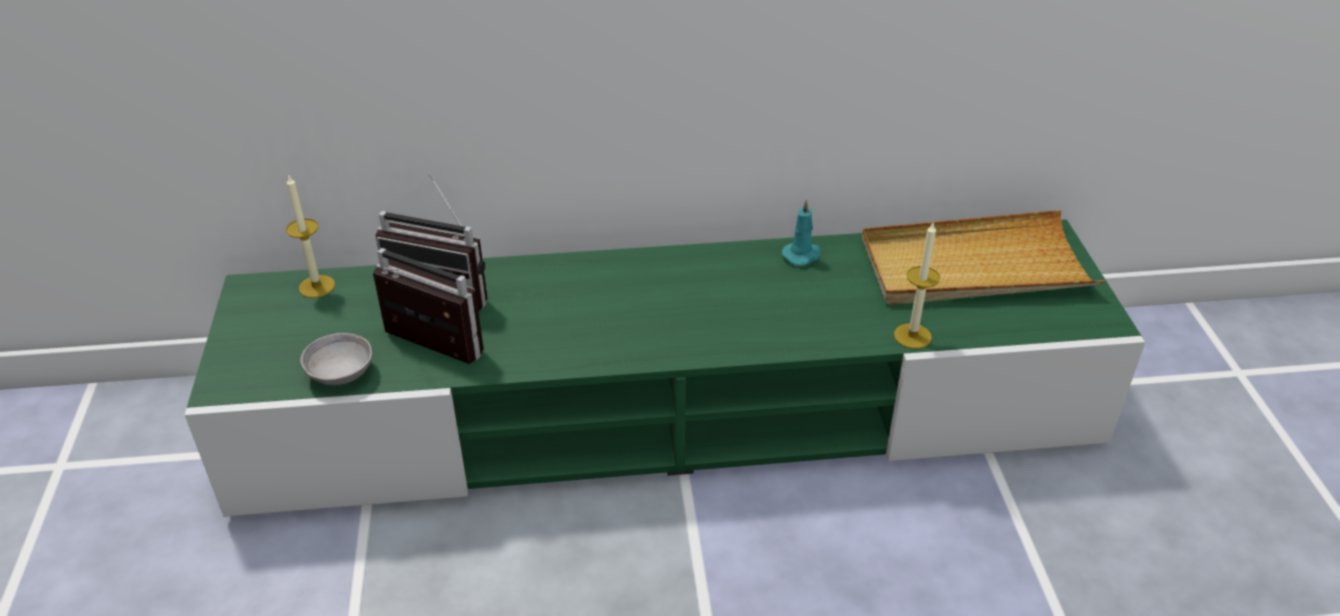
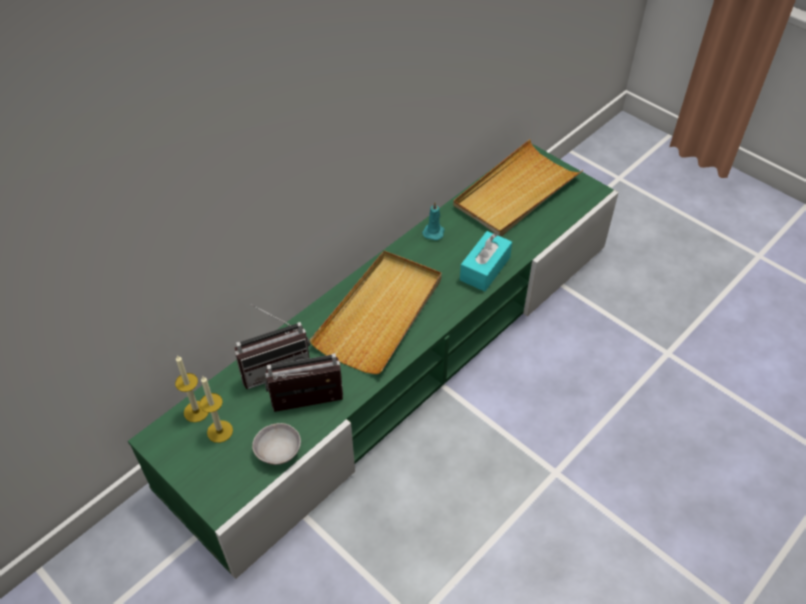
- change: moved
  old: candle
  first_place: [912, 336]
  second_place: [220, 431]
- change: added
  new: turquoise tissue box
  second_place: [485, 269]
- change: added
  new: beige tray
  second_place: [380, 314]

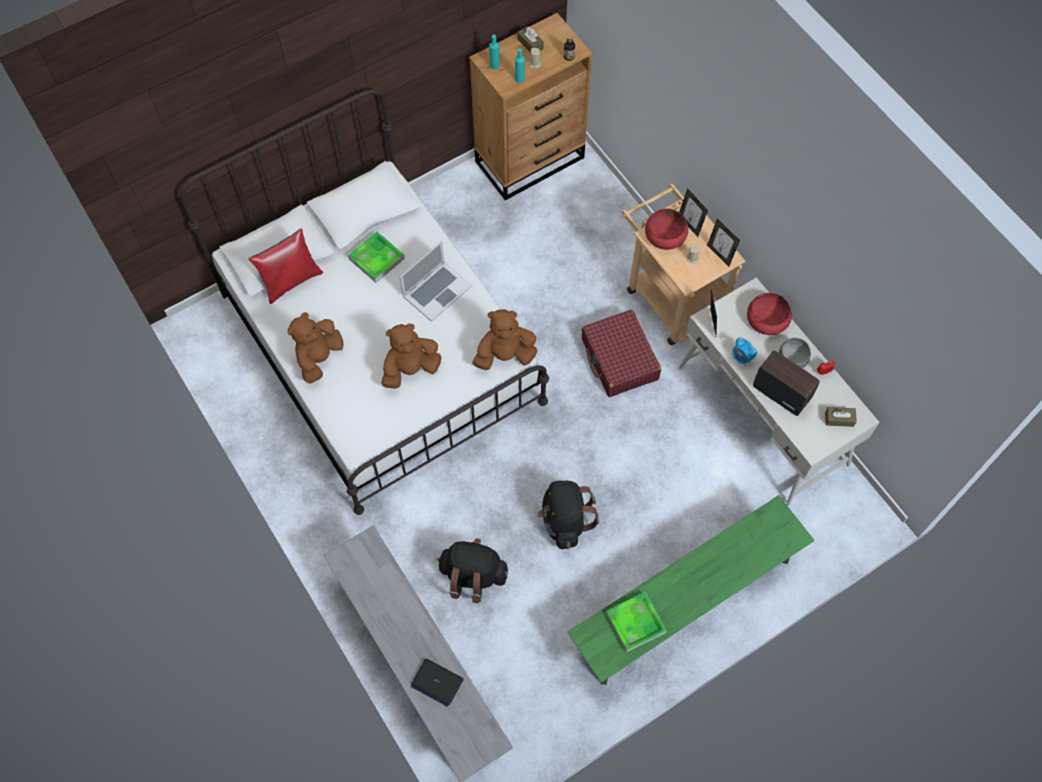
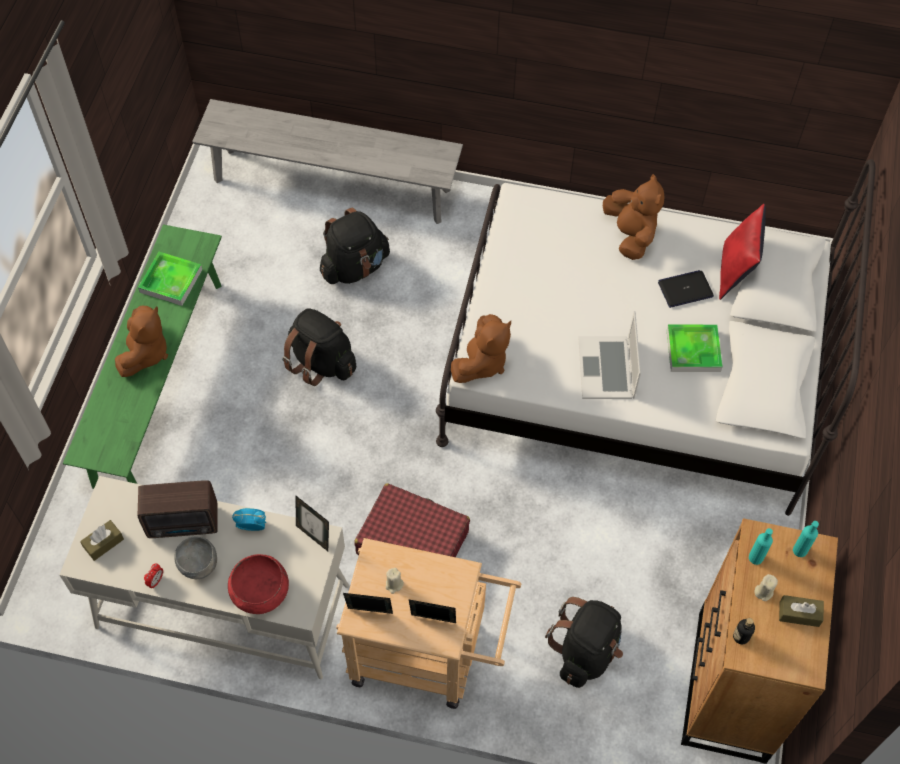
- change: removed
  old: red bowl
  first_place: [665, 235]
- change: moved
  old: brown plush toy
  first_place: [410, 369]
  second_place: [145, 353]
- change: moved
  old: laptop
  first_place: [437, 682]
  second_place: [685, 289]
- change: added
  new: black backpack
  second_place: [585, 651]

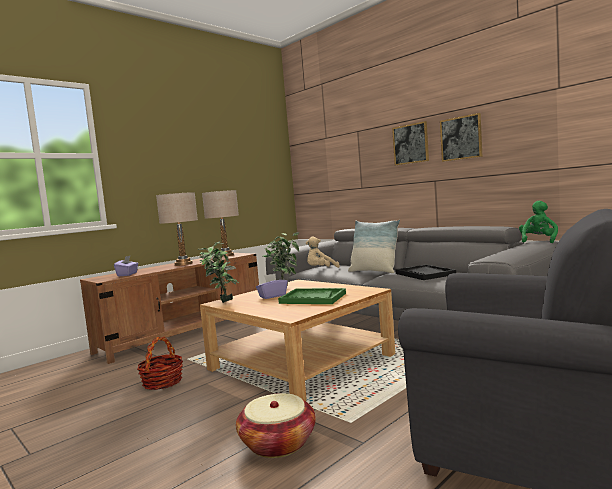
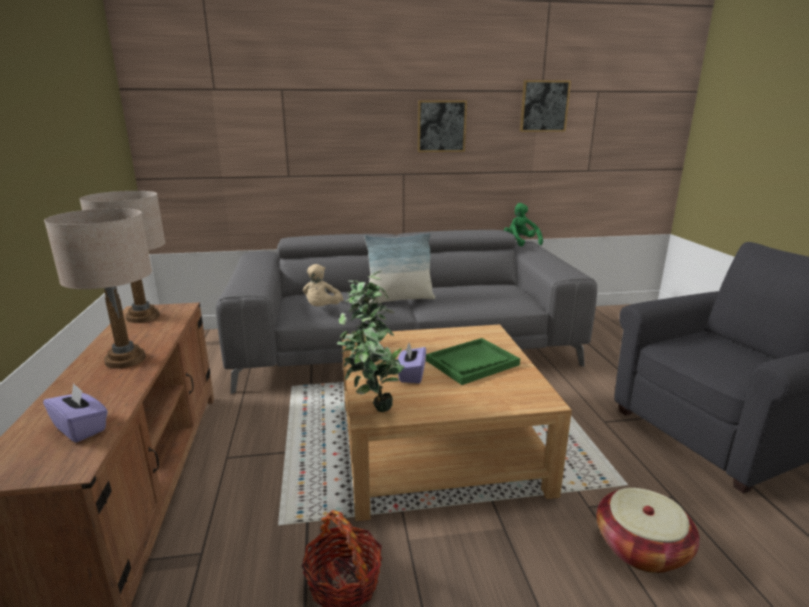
- change: moved
  old: picture
  first_place: [410, 144]
  second_place: [544, 106]
- change: removed
  old: black tray
  first_place: [425, 274]

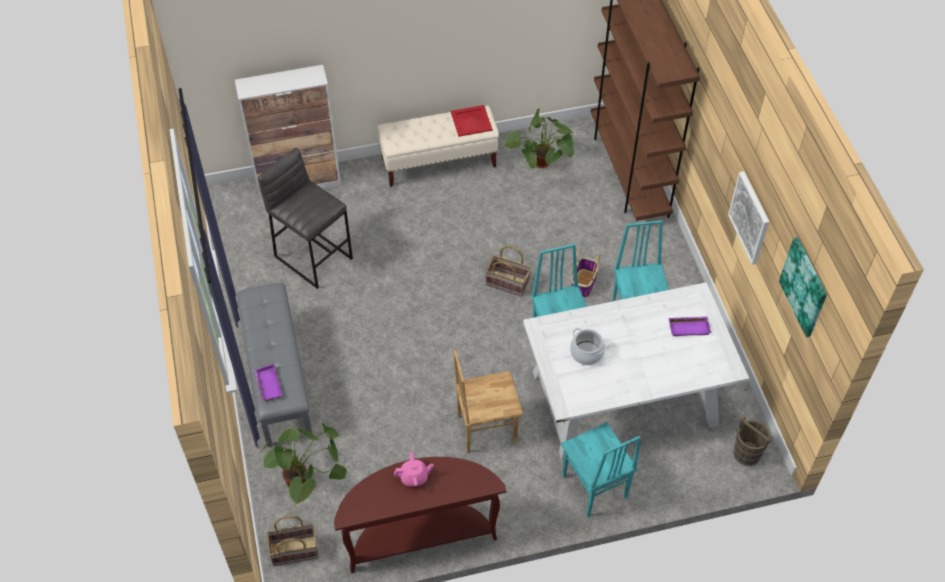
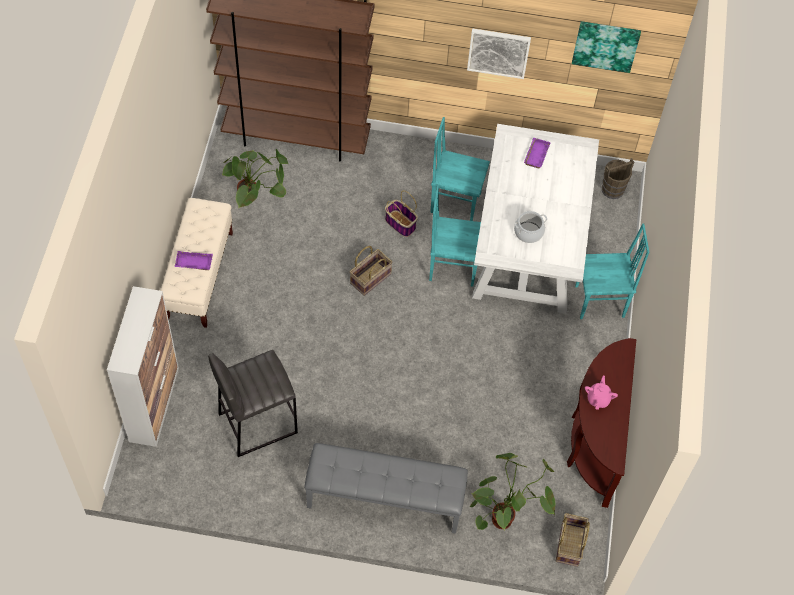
- change: removed
  old: red tray
  first_place: [471, 121]
- change: removed
  old: brown chair
  first_place: [486, 428]
- change: moved
  old: purple tray
  first_place: [267, 385]
  second_place: [193, 263]

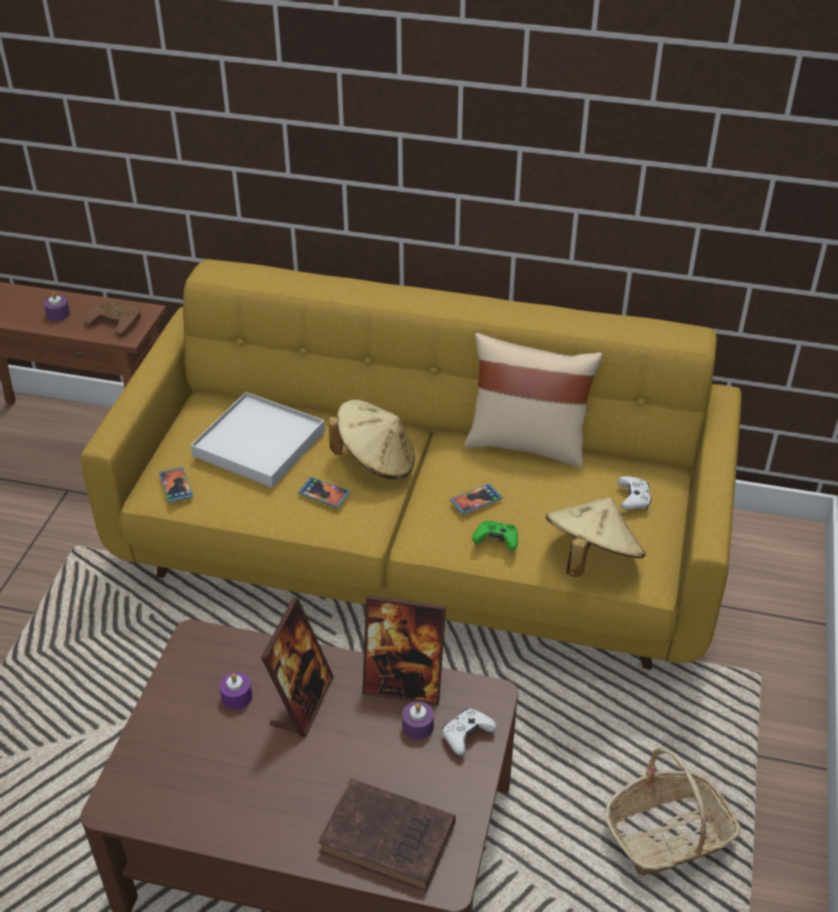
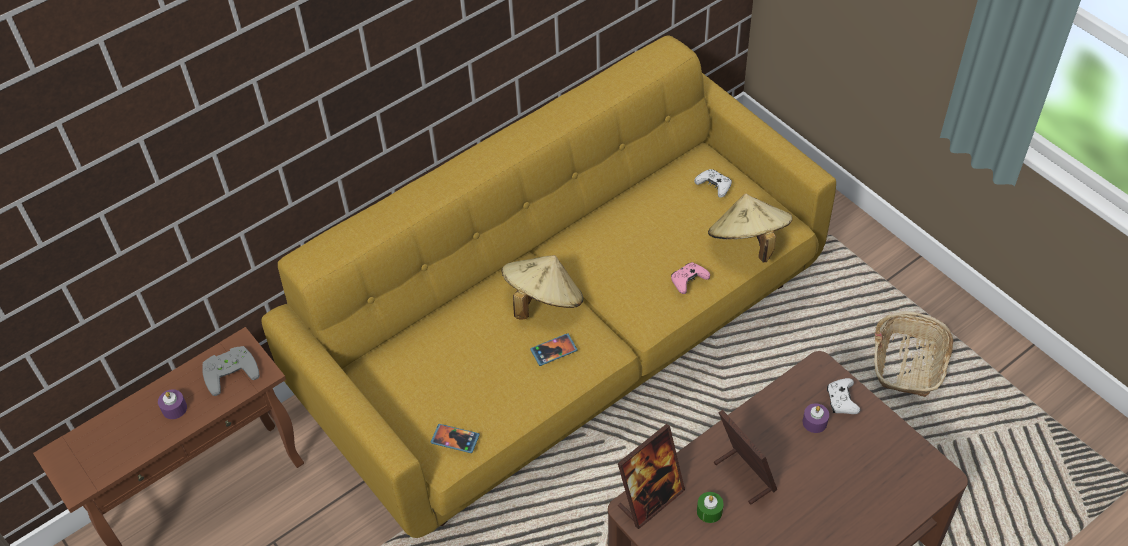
- change: recoloured
  old: brown game controller
  new: grey game controller
  first_place: [117, 320]
  second_place: [230, 370]
- change: removed
  old: beige pillow
  first_place: [527, 444]
- change: removed
  old: white tray
  first_place: [259, 444]
- change: removed
  old: phone
  first_place: [476, 500]
- change: recoloured
  old: green game controller
  new: pink game controller
  first_place: [496, 540]
  second_place: [688, 281]
- change: moved
  old: picture frame
  first_place: [403, 685]
  second_place: [650, 499]
- change: recoloured
  old: purple candle
  new: green candle
  first_place: [237, 697]
  second_place: [709, 511]
- change: removed
  old: brown book
  first_place: [391, 839]

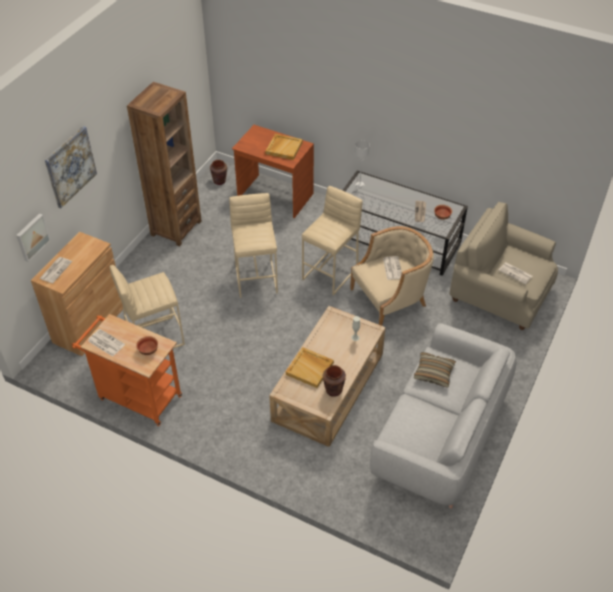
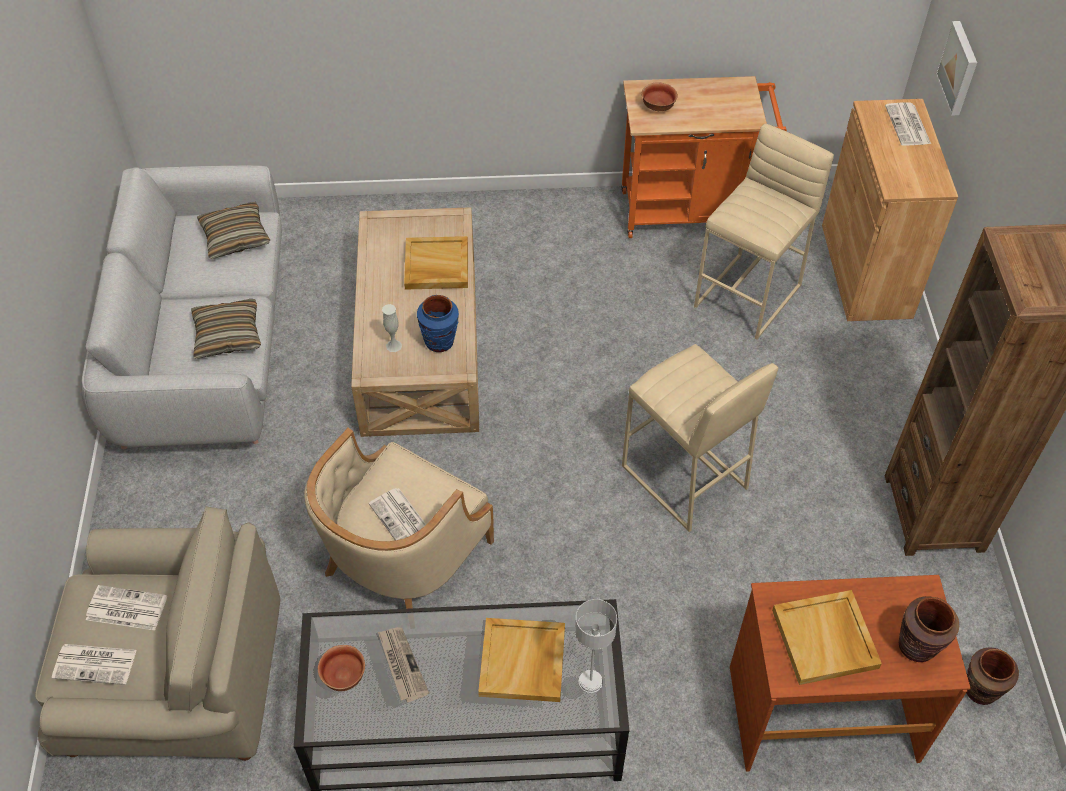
- change: removed
  old: picture
  first_place: [70, 166]
- change: removed
  old: beige stool
  first_place: [331, 273]
- change: moved
  old: newspaper
  first_place: [105, 343]
  second_place: [96, 664]
- change: moved
  old: brown vase
  first_place: [333, 390]
  second_place: [917, 646]
- change: added
  new: pillow
  second_place: [235, 237]
- change: added
  new: blue vase
  second_place: [440, 342]
- change: added
  new: beige tray
  second_place: [523, 662]

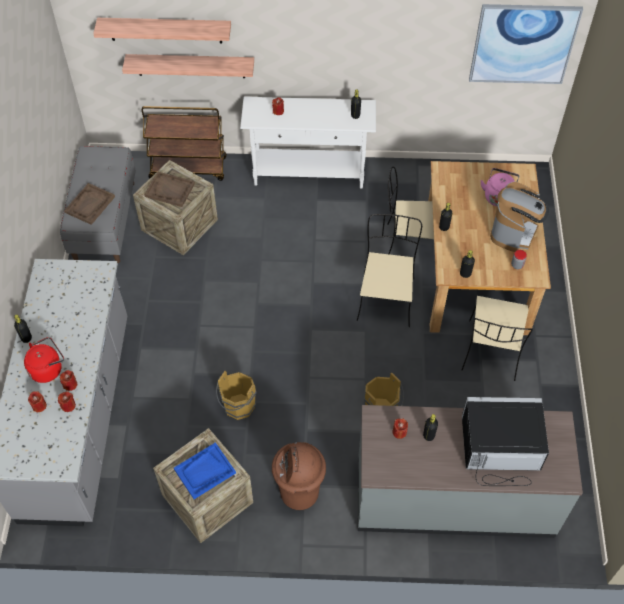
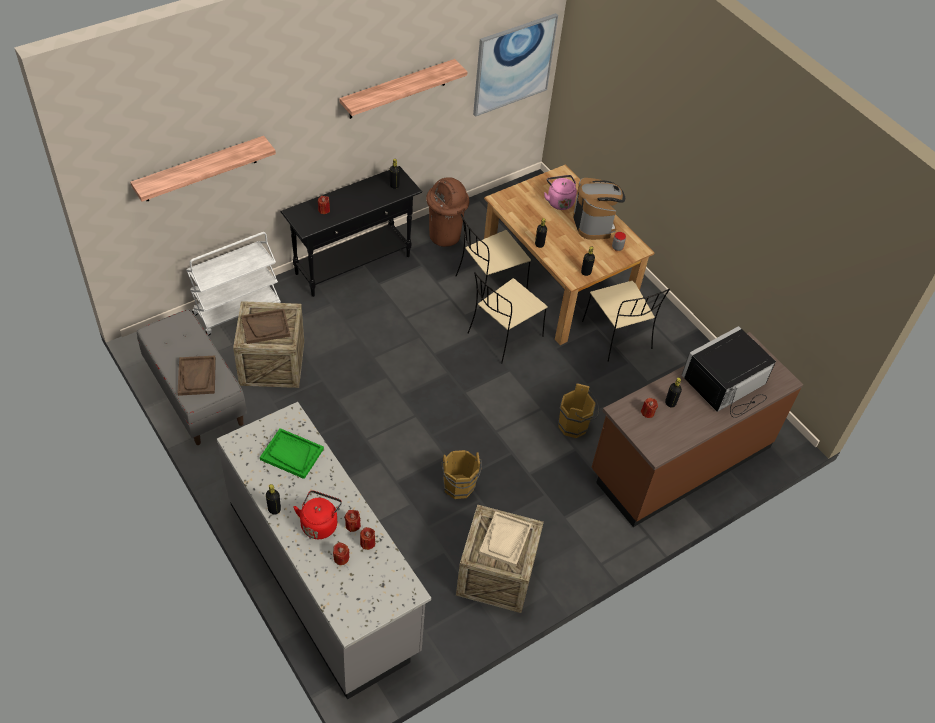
- change: moved
  old: shelf
  first_place: [191, 66]
  second_place: [398, 89]
- change: recoloured
  old: white console table
  new: black console table
  first_place: [309, 174]
  second_place: [353, 265]
- change: recoloured
  old: brown cart
  new: white cart
  first_place: [189, 168]
  second_place: [237, 309]
- change: turned
  old: beige chair
  first_place: [386, 298]
  second_place: [503, 336]
  degrees: -105
- change: recoloured
  old: grey counter
  new: brown counter
  first_place: [454, 496]
  second_place: [680, 459]
- change: recoloured
  old: blue tray
  new: beige tray
  first_place: [204, 471]
  second_place: [505, 540]
- change: moved
  old: brown trash can
  first_place: [299, 493]
  second_place: [445, 236]
- change: added
  new: green tray
  second_place: [291, 454]

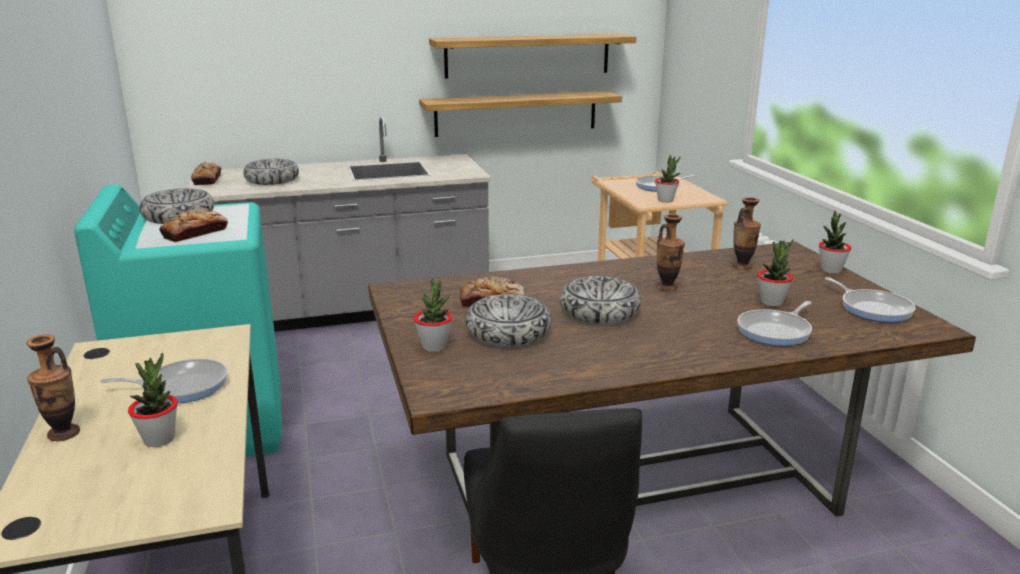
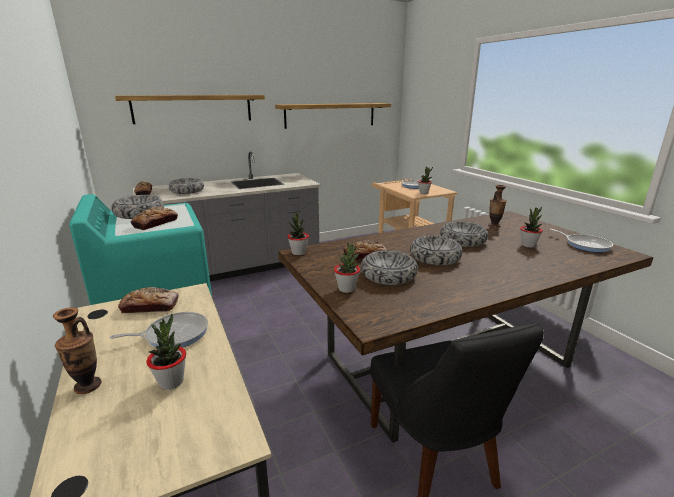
- change: moved
  old: shelf
  first_place: [516, 113]
  second_place: [193, 108]
- change: moved
  old: potted plant
  first_place: [830, 270]
  second_place: [298, 252]
- change: replaced
  old: vase
  new: bowl
  first_place: [667, 288]
  second_place: [462, 240]
- change: removed
  old: frying pan
  first_place: [776, 331]
- change: added
  new: bread
  second_place: [150, 306]

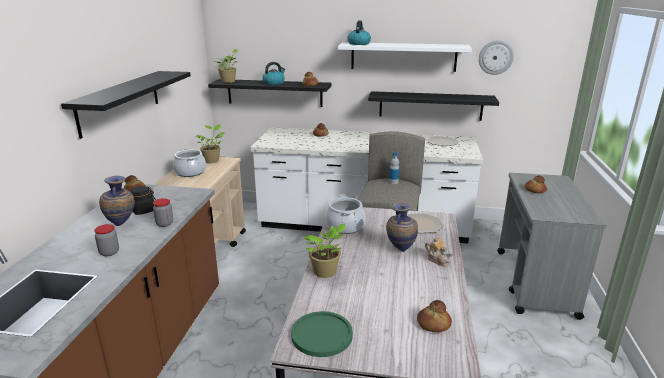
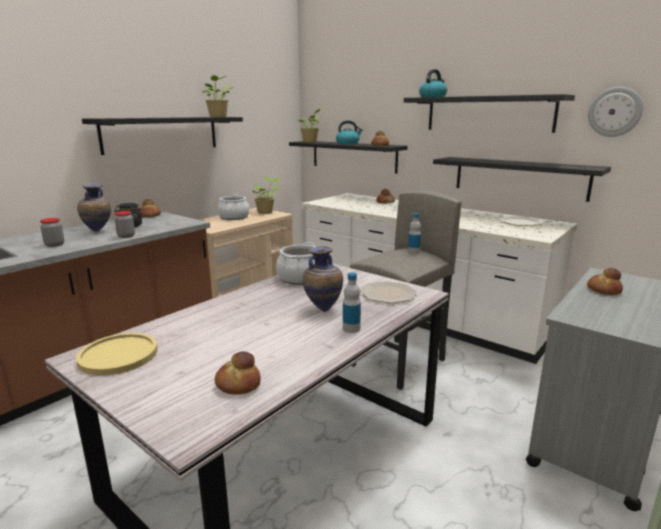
- change: recoloured
  old: white shelf
  new: black shelf
  first_place: [403, 57]
  second_place: [488, 114]
- change: moved
  old: potted plant
  first_place: [326, 272]
  second_place: [218, 117]
- change: replaced
  old: teapot
  new: bottle
  first_place: [438, 260]
  second_place: [351, 329]
- change: recoloured
  old: green plate
  new: yellow plate
  first_place: [322, 335]
  second_place: [118, 355]

